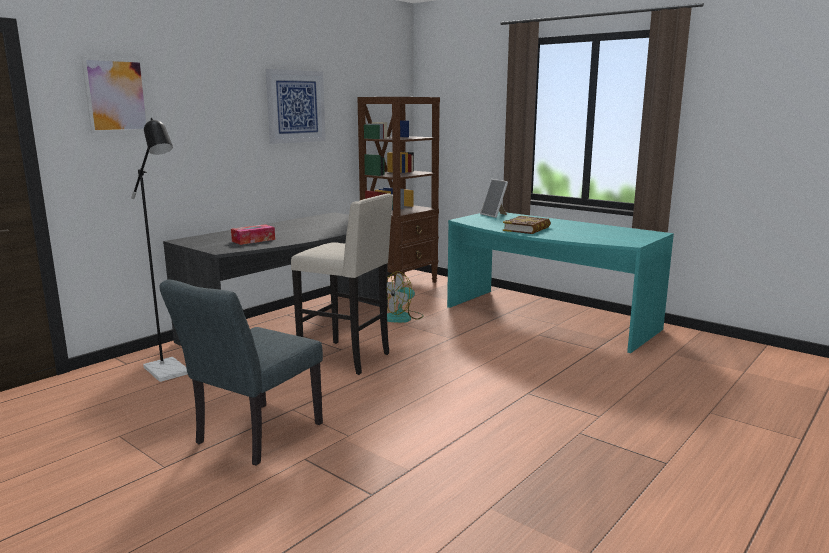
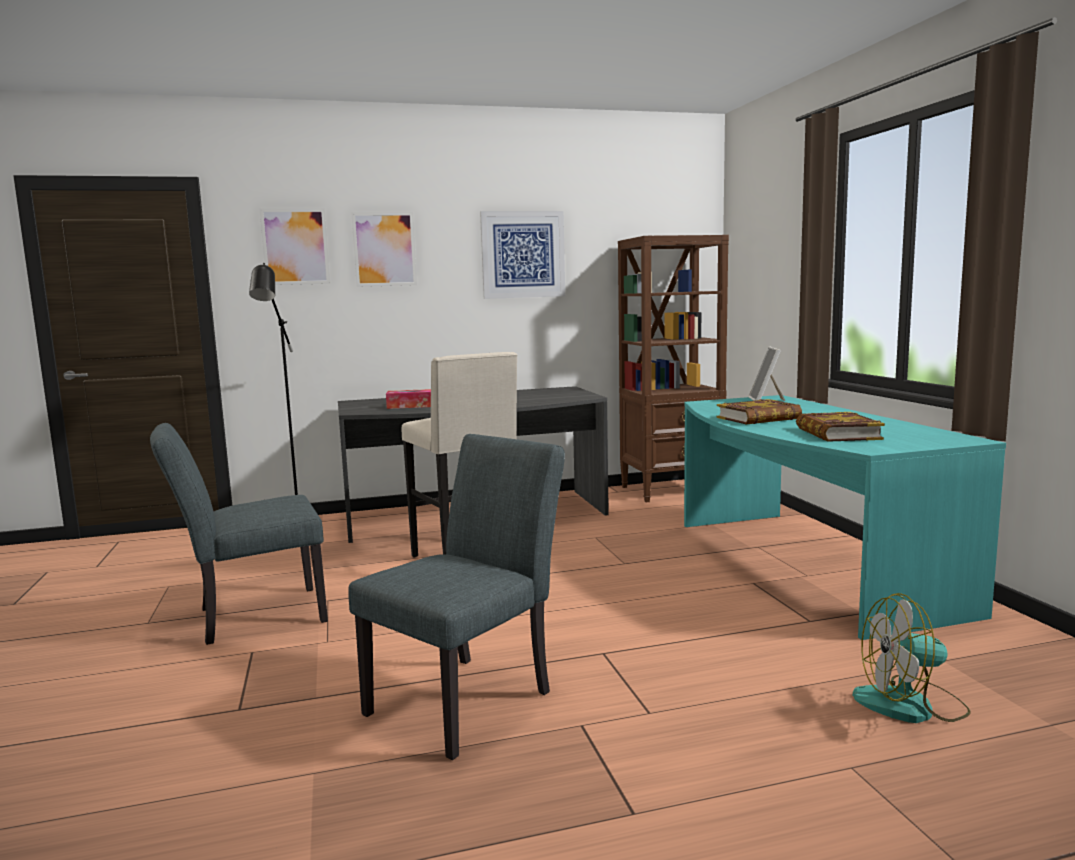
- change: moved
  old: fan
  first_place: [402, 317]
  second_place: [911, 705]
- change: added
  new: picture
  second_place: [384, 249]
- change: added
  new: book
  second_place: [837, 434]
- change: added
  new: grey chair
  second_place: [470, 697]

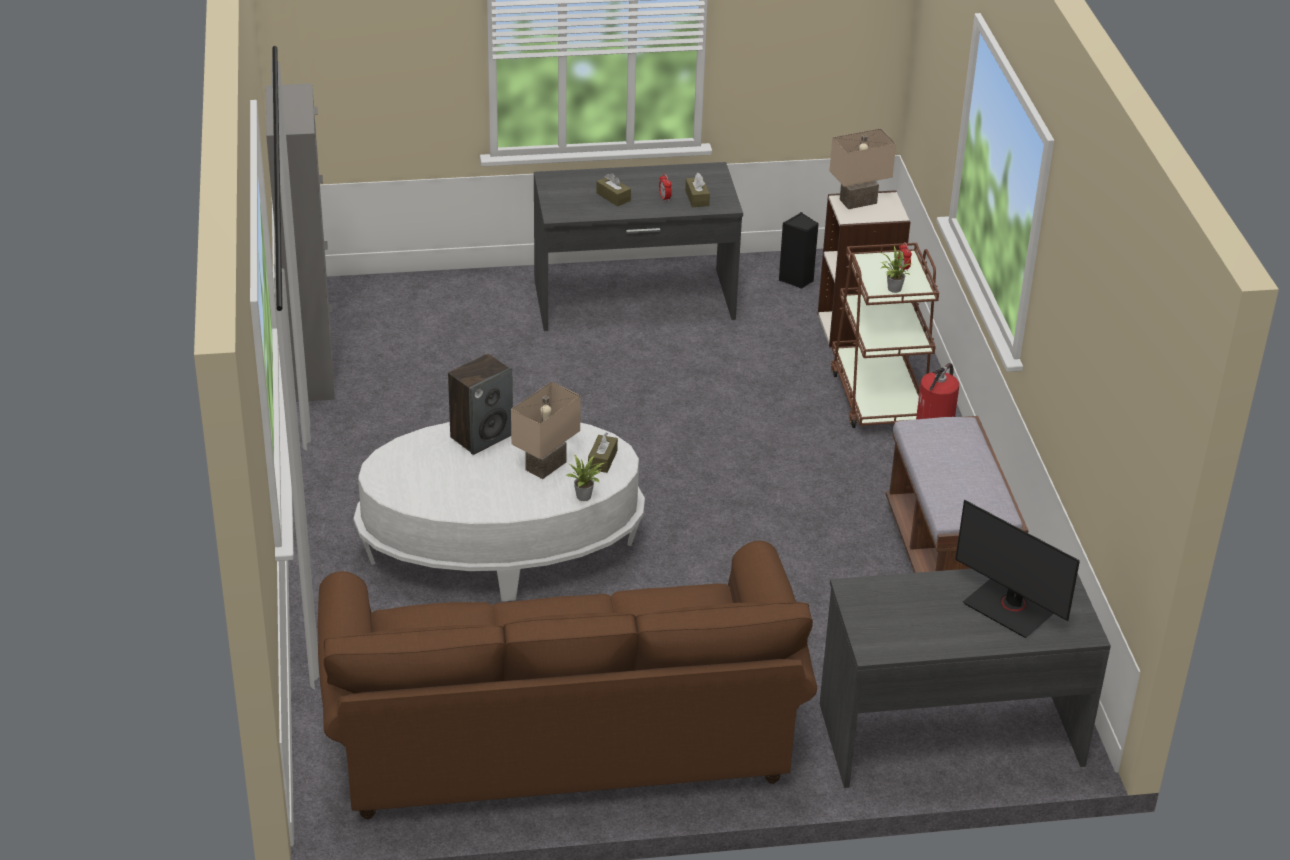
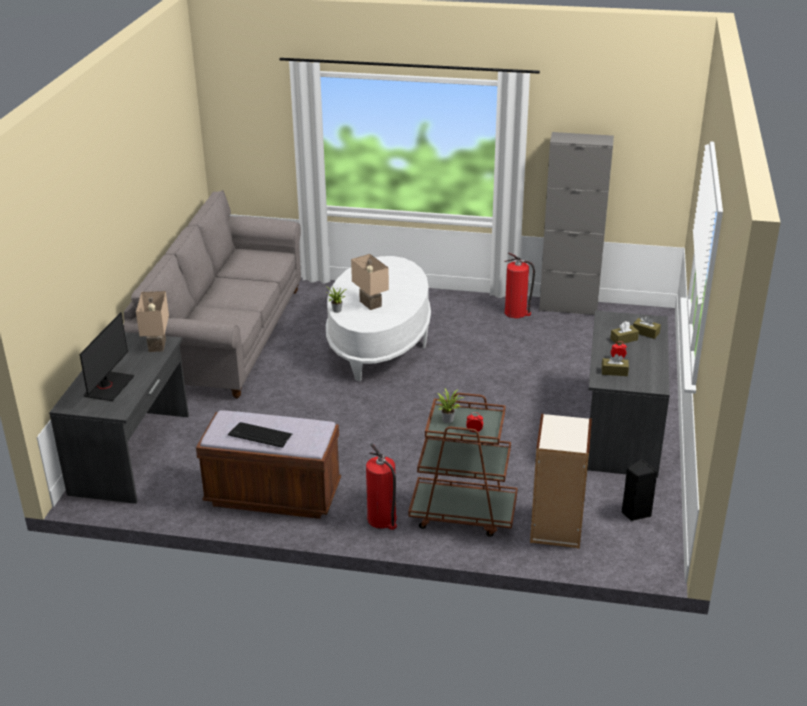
- change: moved
  old: beige table lamp
  first_place: [858, 202]
  second_place: [156, 345]
- change: removed
  old: speaker
  first_place: [481, 436]
- change: moved
  old: brown tissue box
  first_place: [602, 460]
  second_place: [645, 332]
- change: turned
  old: monitor
  first_place: [1009, 608]
  second_place: [108, 386]
  degrees: 135
- change: recoloured
  old: brown sofa
  new: grey sofa
  first_place: [561, 737]
  second_place: [226, 337]
- change: added
  new: fire extinguisher
  second_place: [516, 313]
- change: added
  new: keyboard
  second_place: [260, 435]

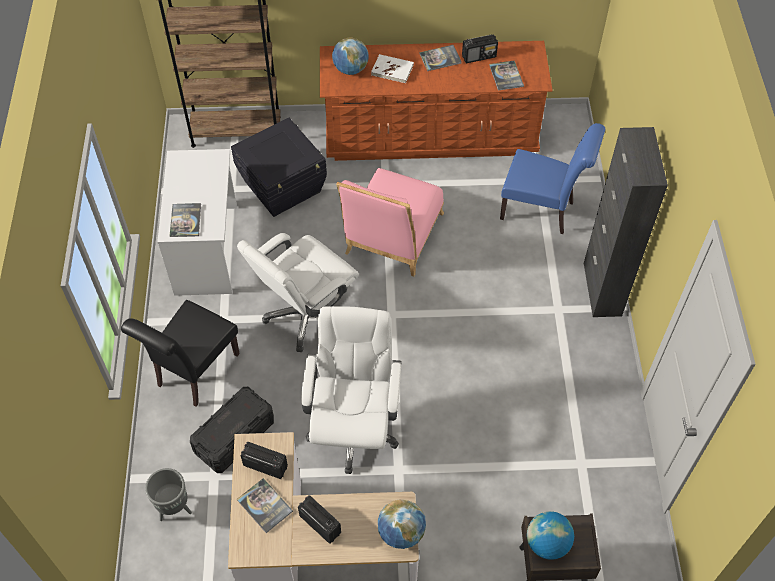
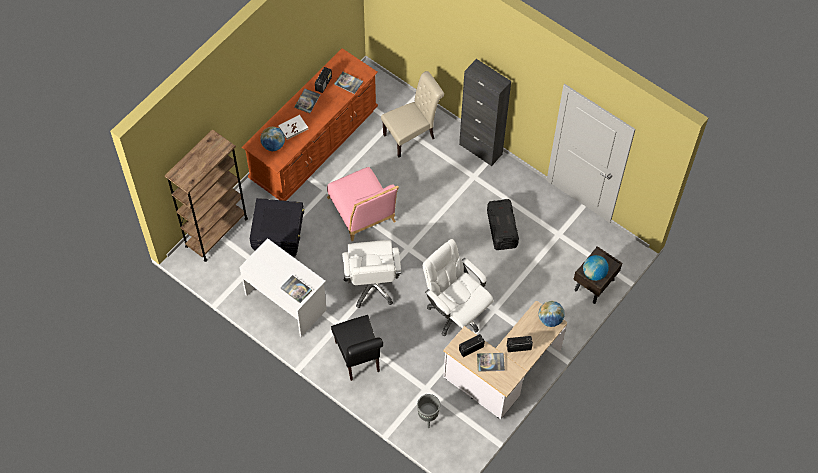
- change: recoloured
  old: blue chair
  new: beige chair
  first_place: [542, 211]
  second_place: [412, 135]
- change: moved
  old: black storage box
  first_place: [235, 436]
  second_place: [502, 229]

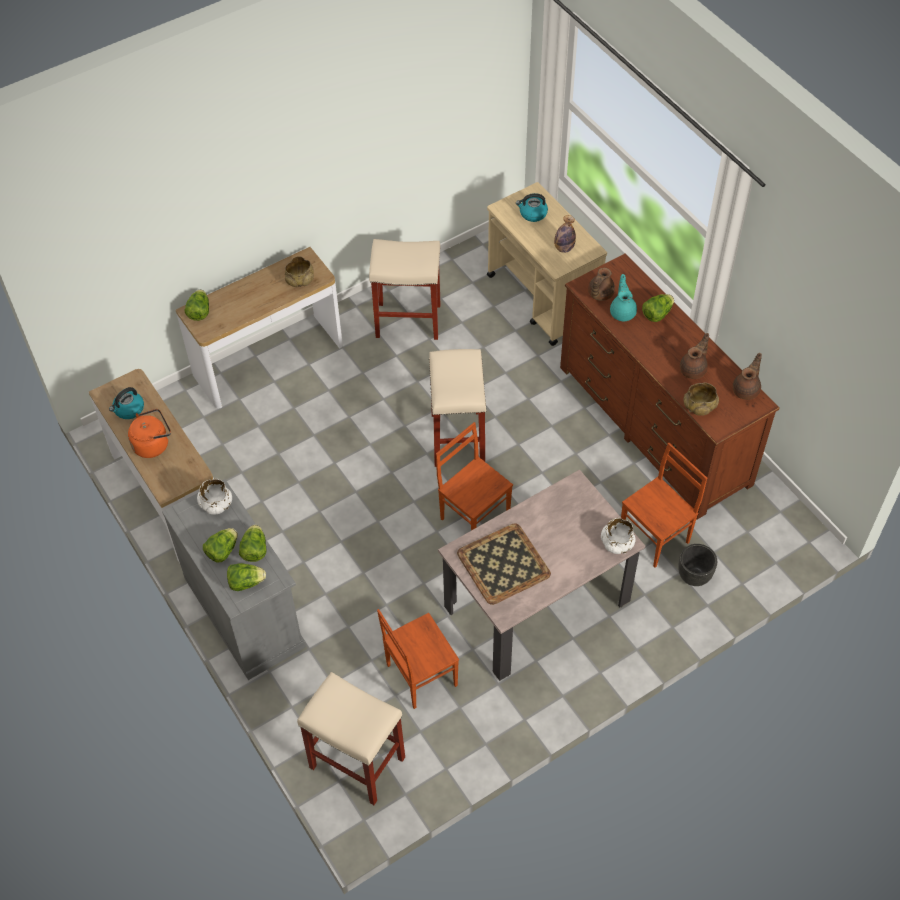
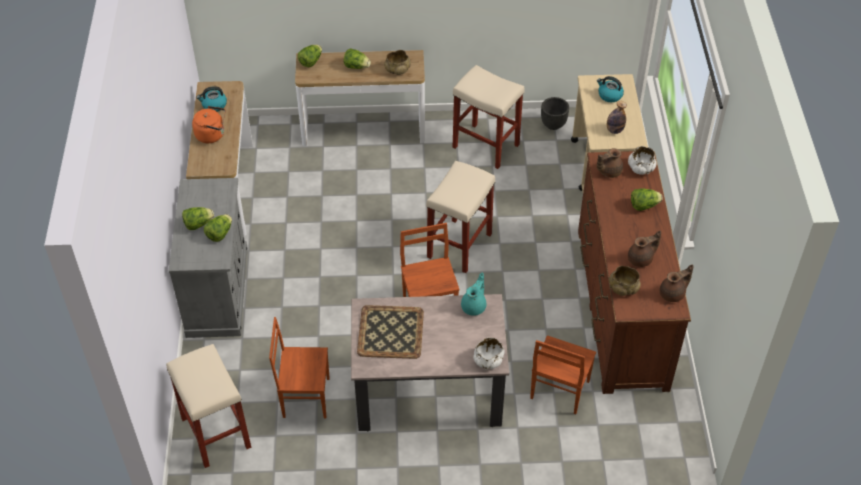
- change: moved
  old: turquoise teapot
  first_place: [623, 312]
  second_place: [474, 306]
- change: turned
  old: brown chair
  first_place: [655, 537]
  second_place: [558, 390]
  degrees: 120
- change: moved
  old: white bowl
  first_place: [216, 503]
  second_place: [641, 168]
- change: moved
  old: black planter
  first_place: [694, 576]
  second_place: [553, 125]
- change: moved
  old: lettuce
  first_place: [246, 582]
  second_place: [357, 67]

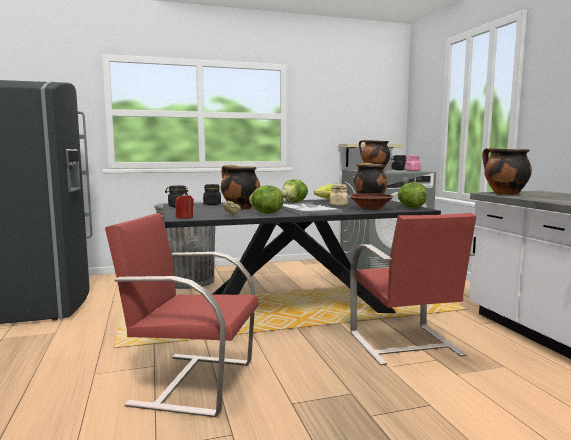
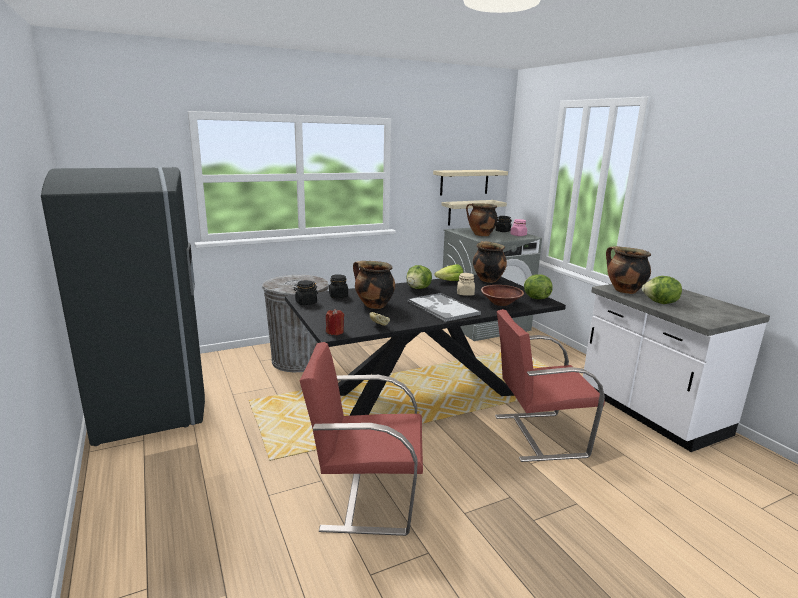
- change: moved
  old: lettuce
  first_place: [266, 213]
  second_place: [660, 303]
- change: turned
  old: red chair
  first_place: [405, 345]
  second_place: [537, 435]
  degrees: 105
- change: added
  new: beige shelf
  second_place: [464, 182]

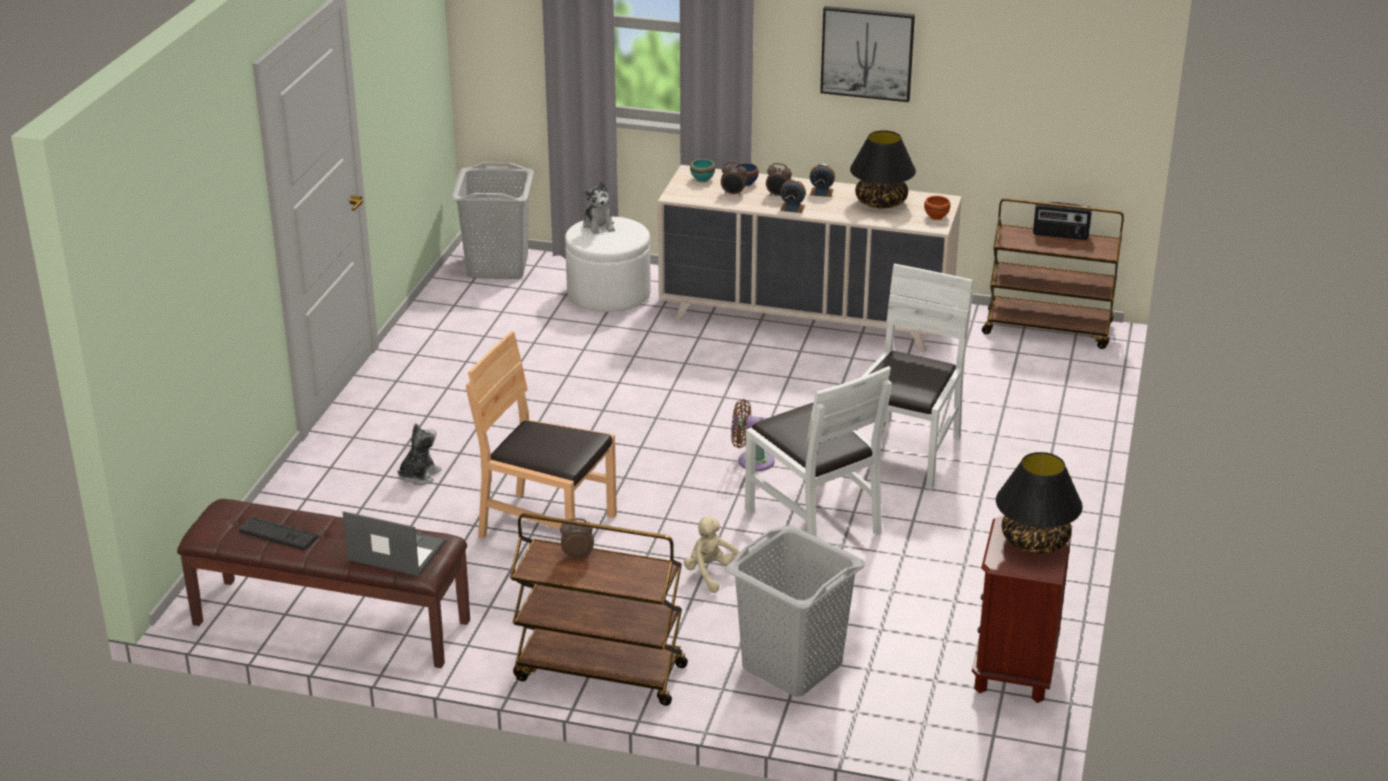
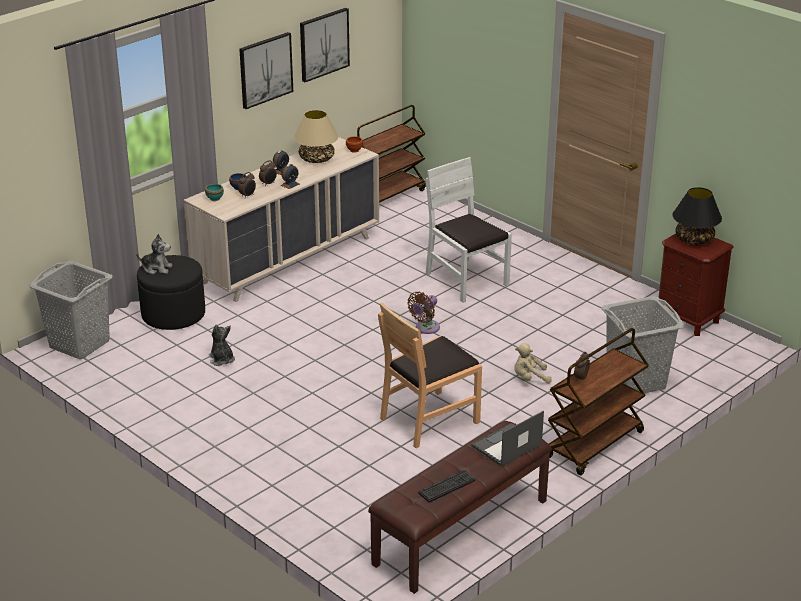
- change: recoloured
  old: black table lamp
  new: beige table lamp
  first_place: [881, 202]
  second_place: [316, 158]
- change: removed
  old: radio
  first_place: [1060, 235]
- change: recoloured
  old: white ottoman
  new: black ottoman
  first_place: [609, 294]
  second_place: [173, 314]
- change: removed
  old: white chair
  first_place: [814, 520]
- change: moved
  old: plush toy
  first_place: [418, 475]
  second_place: [222, 359]
- change: added
  new: picture
  second_place: [323, 44]

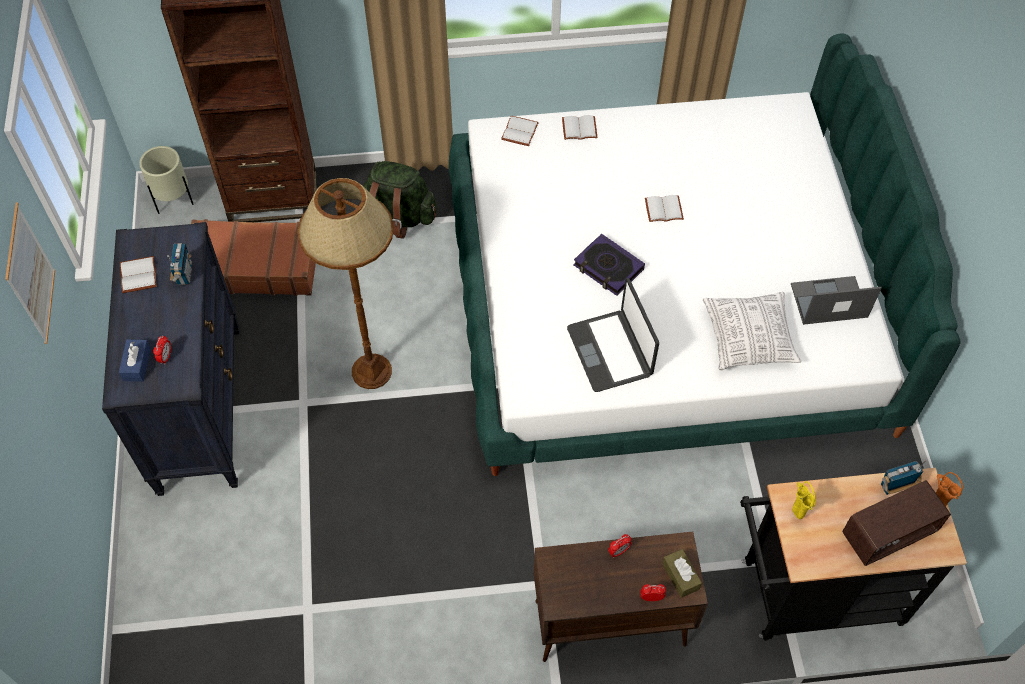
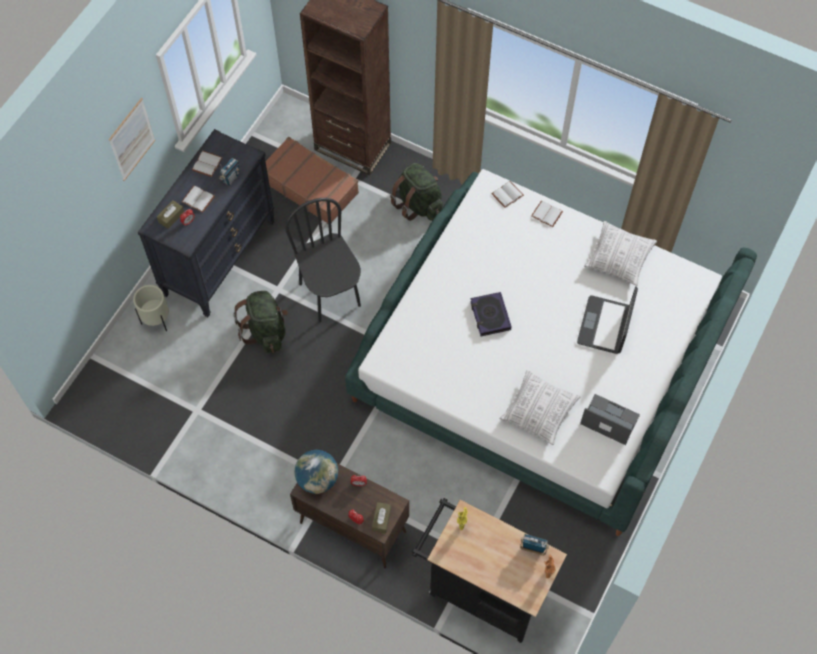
- change: moved
  old: beige planter
  first_place: [174, 201]
  second_place: [157, 321]
- change: replaced
  old: brown floor lamp
  new: black chair
  first_place: [372, 371]
  second_place: [330, 294]
- change: moved
  old: white book
  first_place: [664, 208]
  second_place: [199, 199]
- change: moved
  old: laptop
  first_place: [610, 351]
  second_place: [605, 325]
- change: recoloured
  old: blue tissue box
  new: brown tissue box
  first_place: [137, 364]
  second_place: [171, 217]
- change: removed
  old: radio
  first_place: [888, 533]
- change: added
  new: pillow
  second_place: [618, 258]
- change: added
  new: green backpack
  second_place: [265, 331]
- change: added
  new: globe
  second_place: [317, 479]

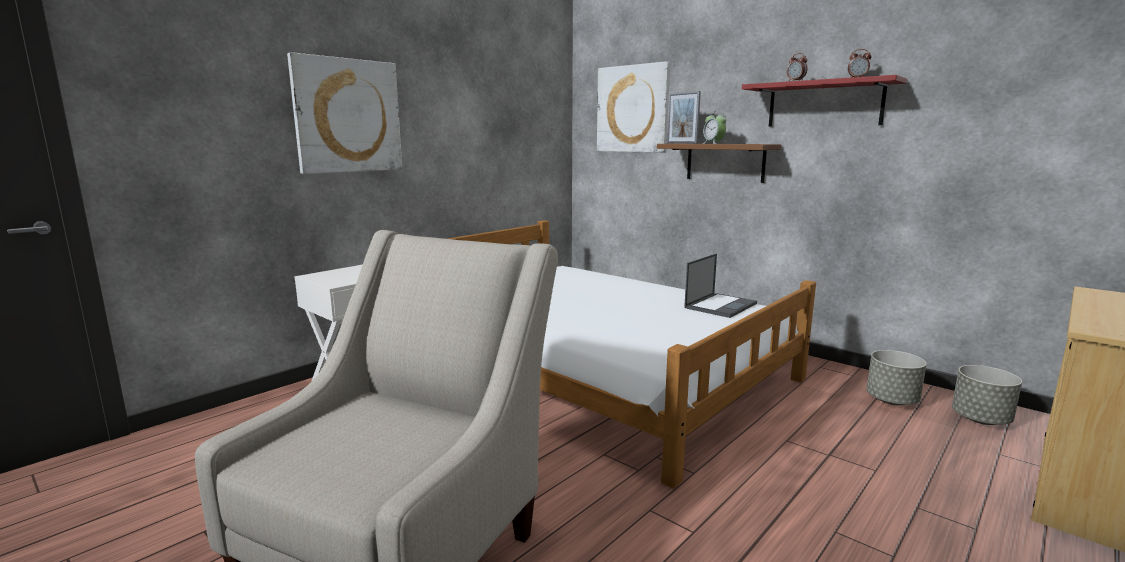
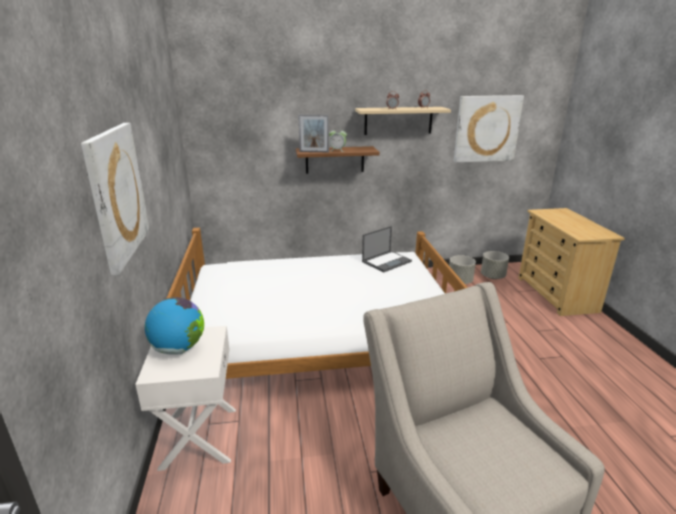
- change: moved
  old: picture
  first_place: [632, 109]
  second_place: [486, 129]
- change: recoloured
  old: red shelf
  new: beige shelf
  first_place: [824, 104]
  second_place: [398, 120]
- change: turned
  old: laptop
  first_place: [720, 305]
  second_place: [387, 261]
  degrees: 60
- change: added
  new: globe
  second_place: [179, 349]

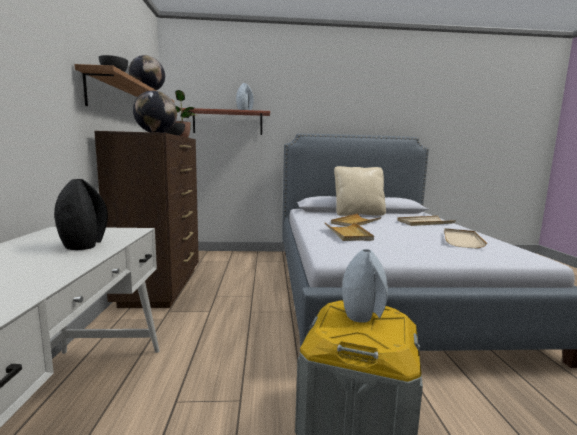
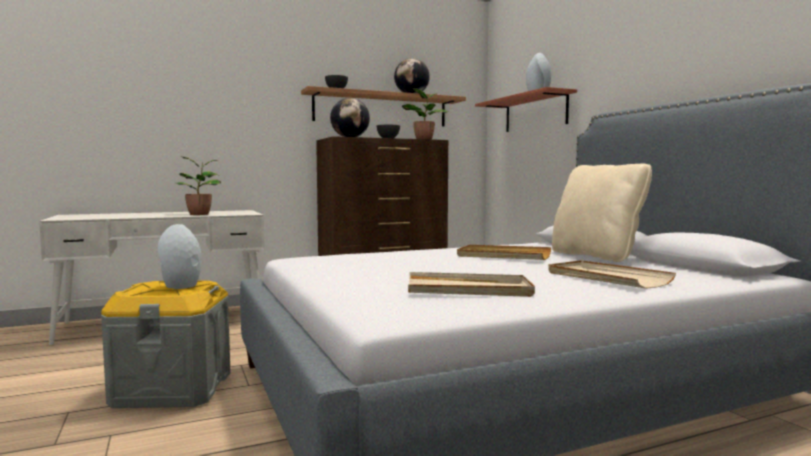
- change: replaced
  old: black vase
  new: potted plant
  first_place: [83, 246]
  second_place: [200, 214]
- change: removed
  old: beige tray
  first_place: [348, 233]

